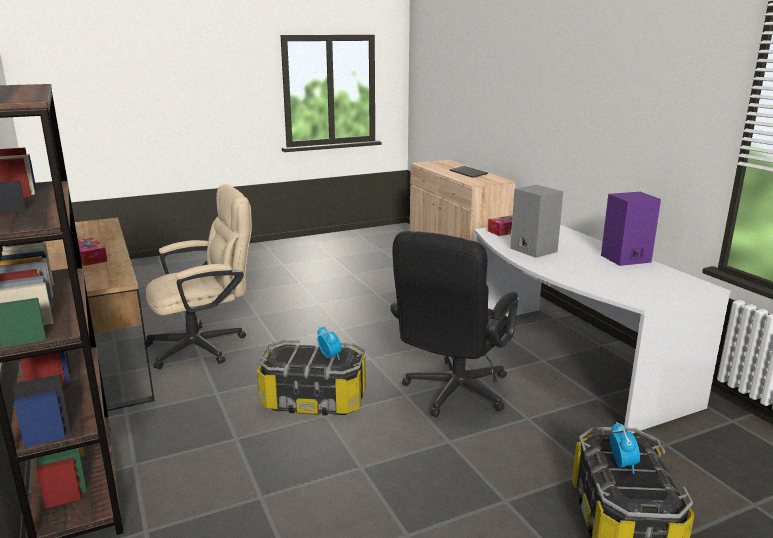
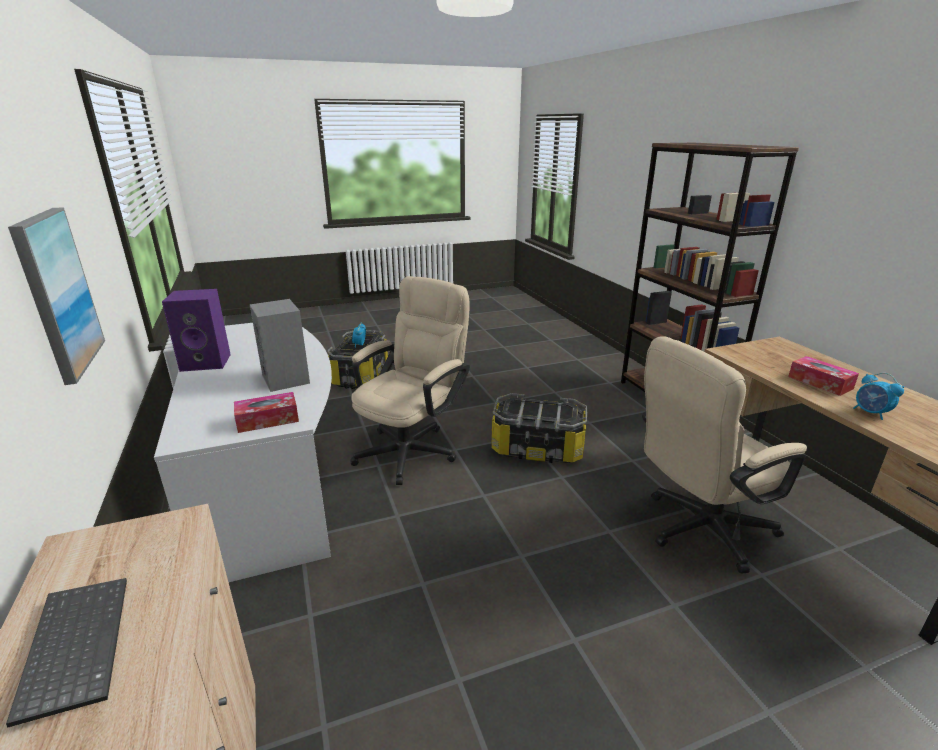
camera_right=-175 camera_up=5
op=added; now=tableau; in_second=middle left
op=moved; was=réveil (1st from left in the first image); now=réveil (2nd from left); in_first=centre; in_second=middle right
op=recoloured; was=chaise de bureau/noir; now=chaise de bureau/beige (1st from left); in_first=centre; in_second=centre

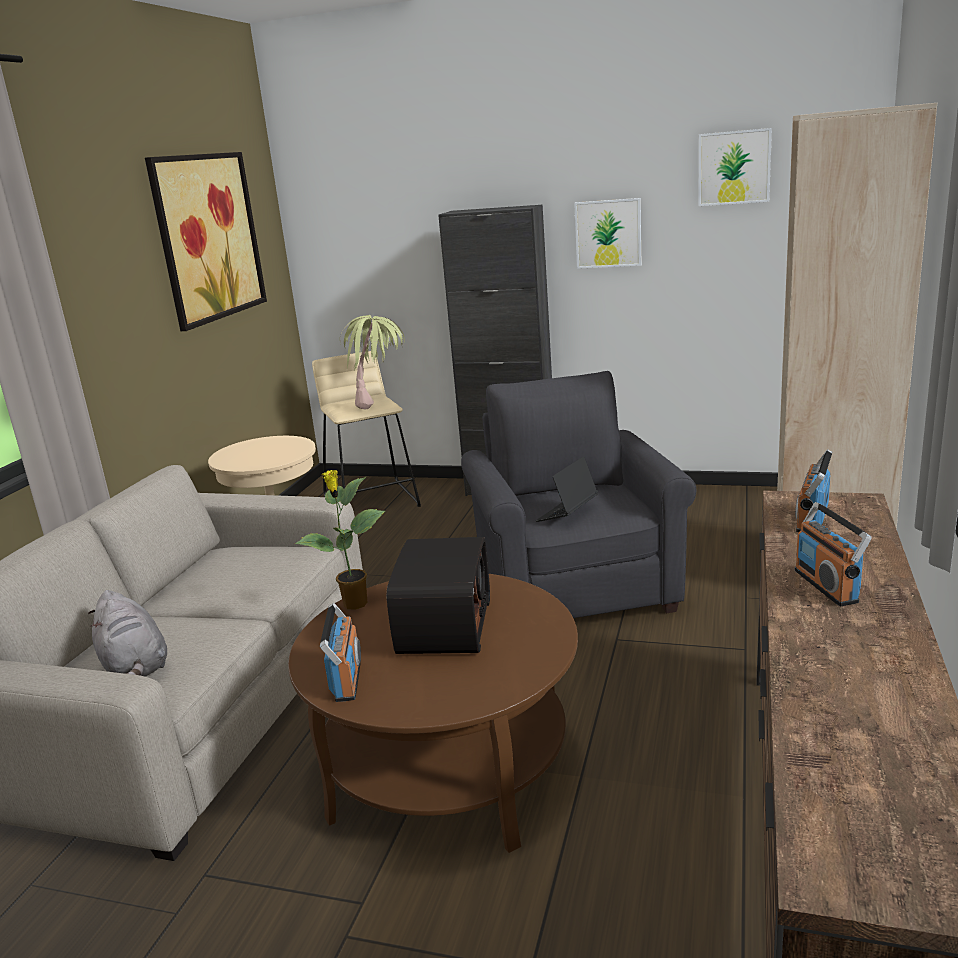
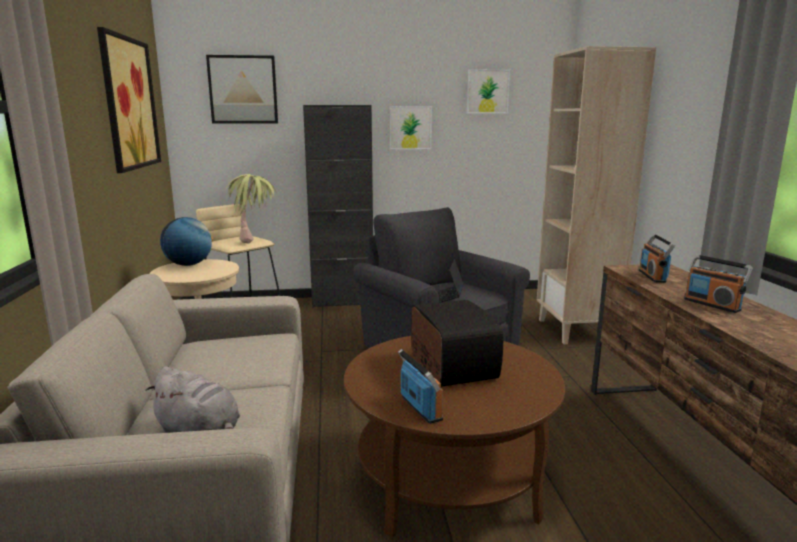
camera_right=-25 camera_up=-5
op=removed; was=plante en pot (1st from left); in_first=centre
op=added; now=globe; in_second=middle left
op=added; now=tableau (2nd from left); in_second=top left

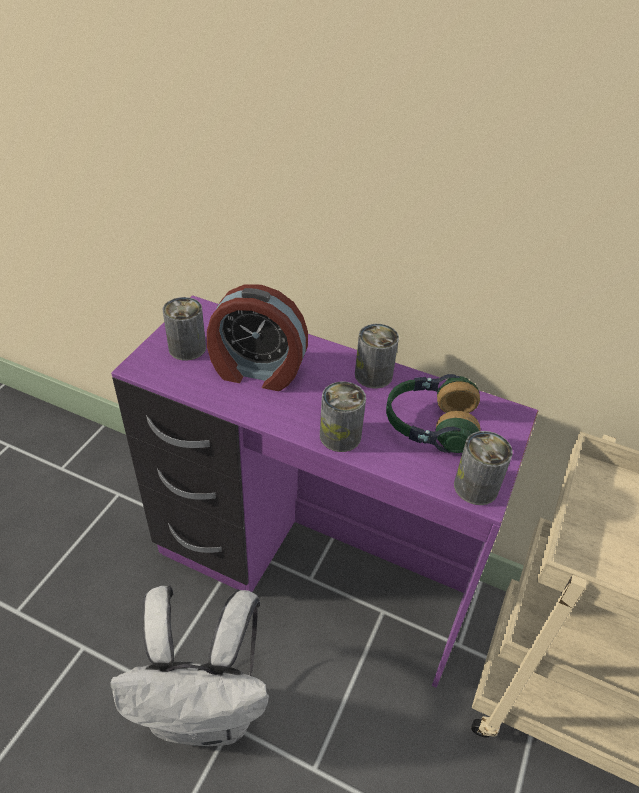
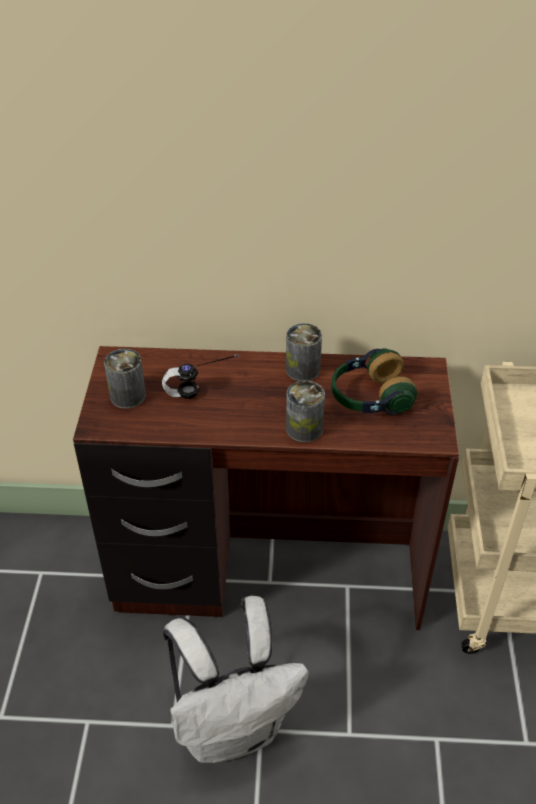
camera_right=-20 camera_up=0
op=removed; was=boîte métallique (4th from left); in_first=middle right
op=replaced; was=réveil; now=casque audio (1st from left); in_first=centre; in_second=centre
op=recoloured; was=bureau/violet; now=bureau/marron; in_first=centre; in_second=centre

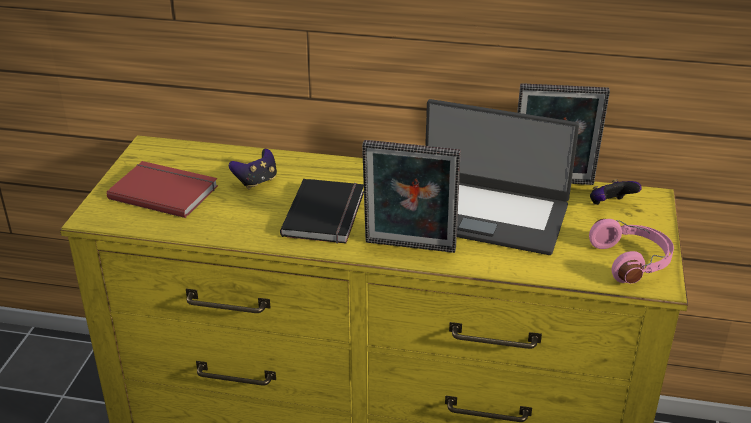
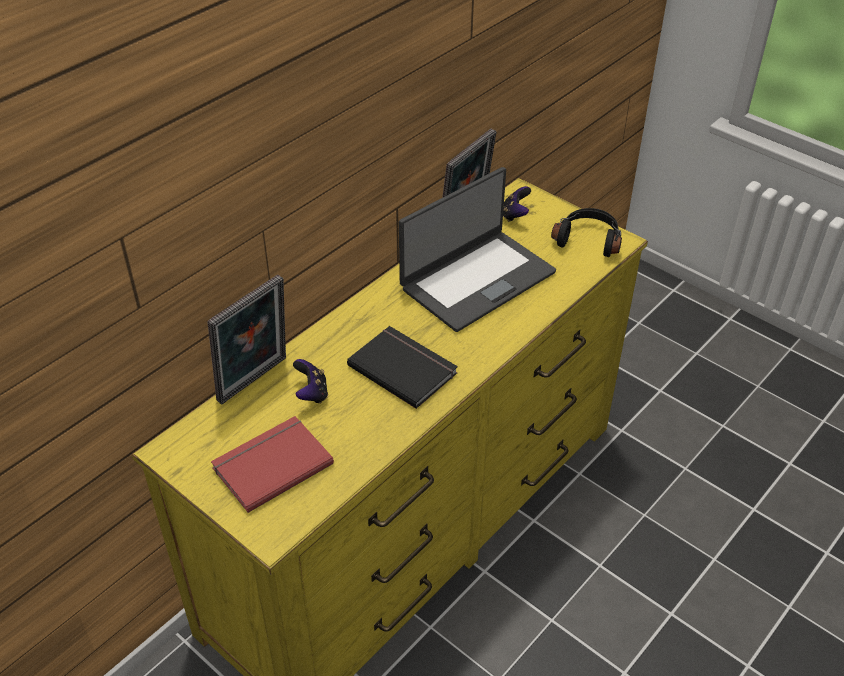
camera_right=-60 camera_up=10
op=moved; was=cadre photo (1st from left); in_first=centre; in_second=middle left
op=recoloured; was=casque audio/rose; now=casque audio/noir; in_first=middle right; in_second=middle right

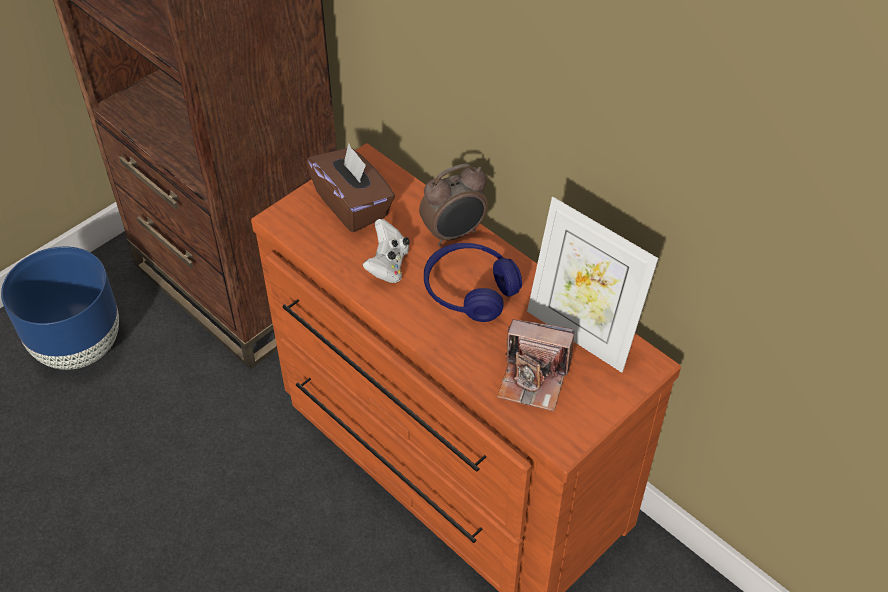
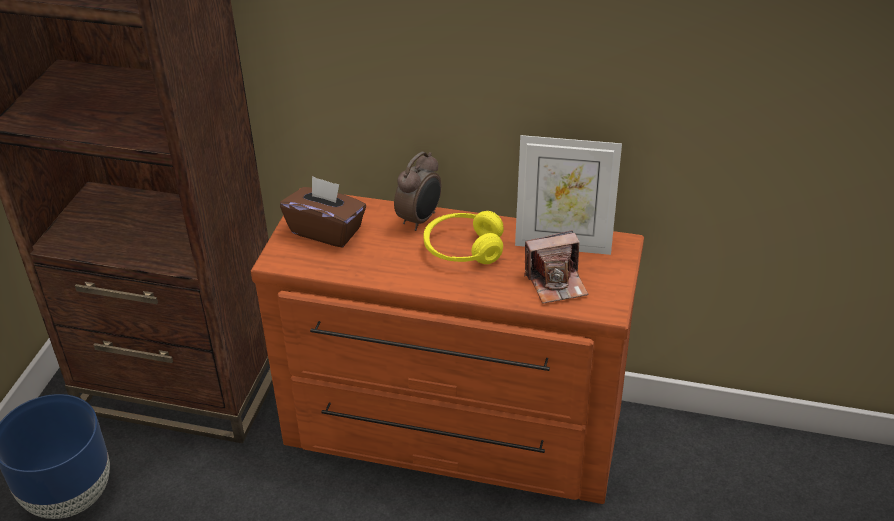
camera_right=-30 camera_up=-10
op=removed; was=manette/blanc; in_first=centre
op=recoloured; was=casque audio/bleu; now=casque audio/jaune; in_first=centre; in_second=centre

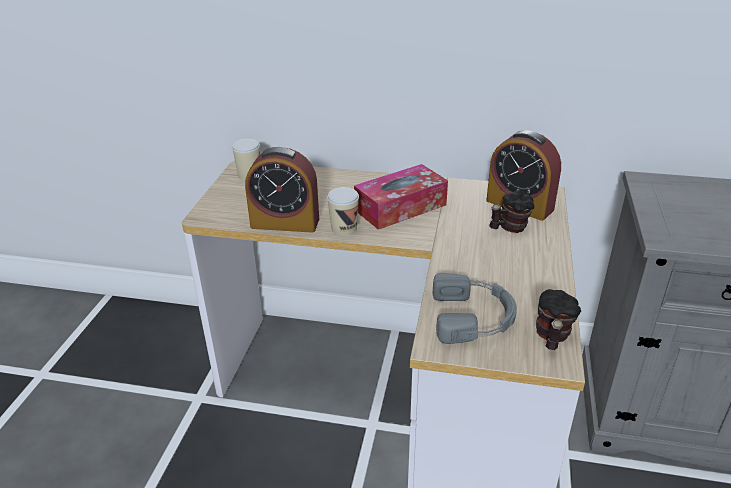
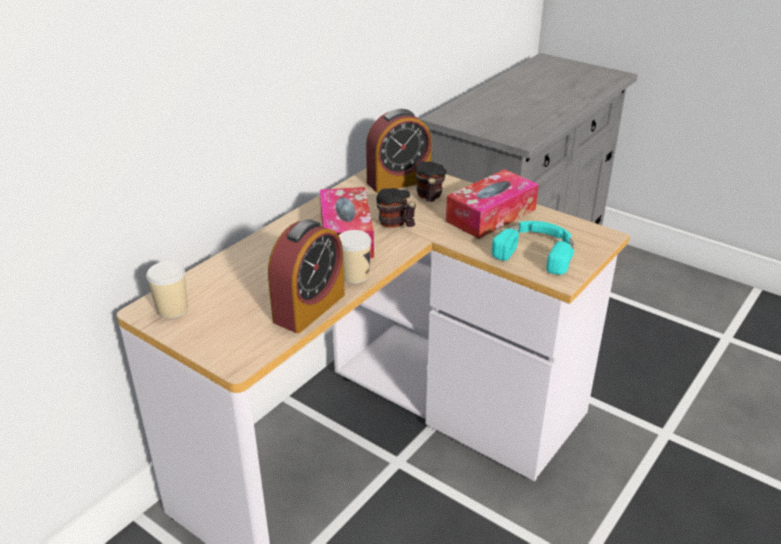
camera_right=-65 camera_up=0
op=added; now=boîte à mouchoirs (2nd from left); in_second=centre
op=moved; was=mug (2nd from left in the first image); now=mug (1st from left); in_first=middle right; in_second=centre
op=recoloured; was=casque audio/gris; now=casque audio/turquoise; in_first=centre; in_second=middle right

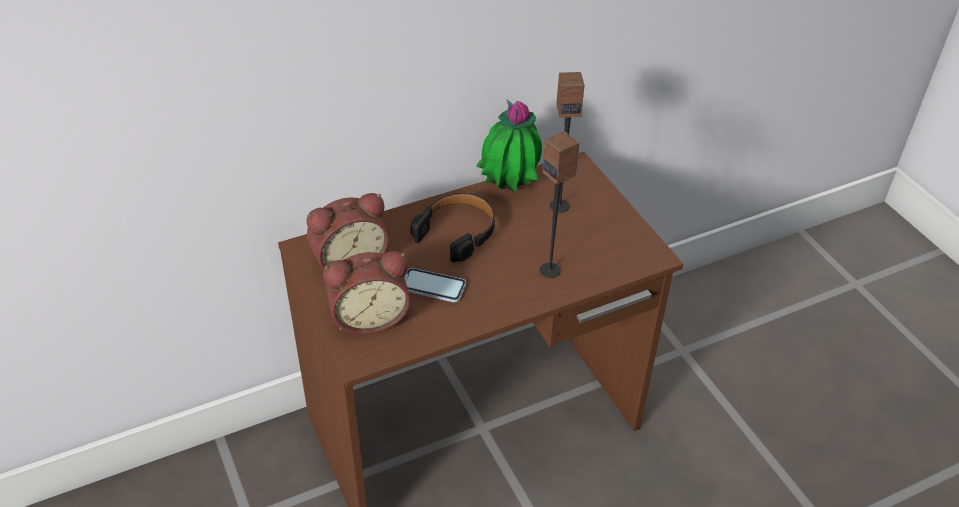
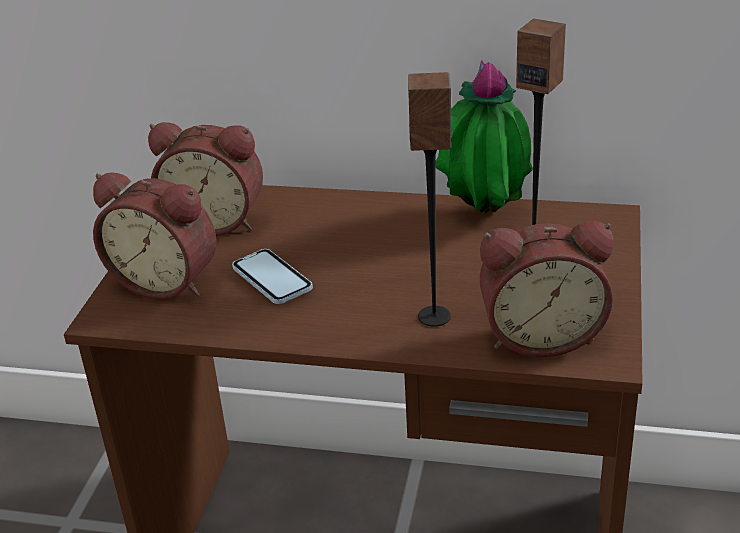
camera_right=40 camera_up=-10
op=removed; was=casque audio/noir; in_first=centre
op=added; now=réveil (3rd from left); in_second=middle right

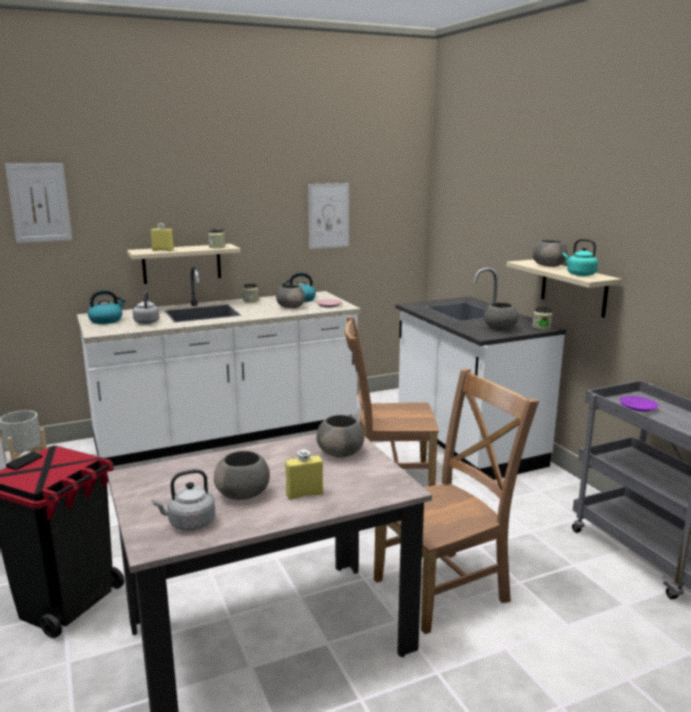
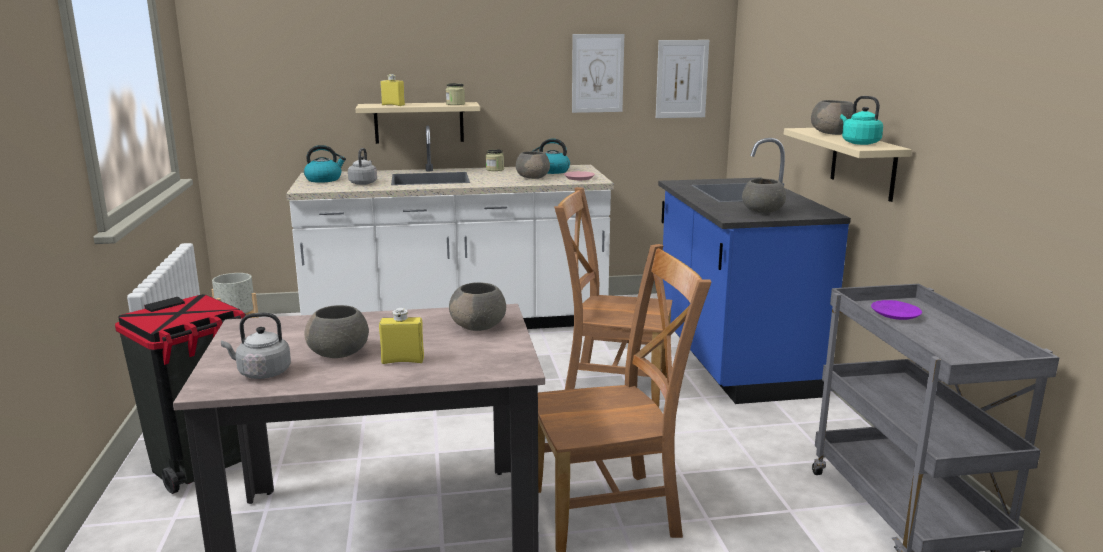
camera_right=15 camera_up=0
op=removed; was=bocal (3rd from left); in_first=middle right
op=moved; was=tableau (1st from left in the first image); now=tableau (2nd from left); in_first=top left; in_second=top centre
op=recoloured; was=comptoir de cuisine/blanc (2nd from left); now=comptoir de cuisine/bleu; in_first=middle right; in_second=middle right

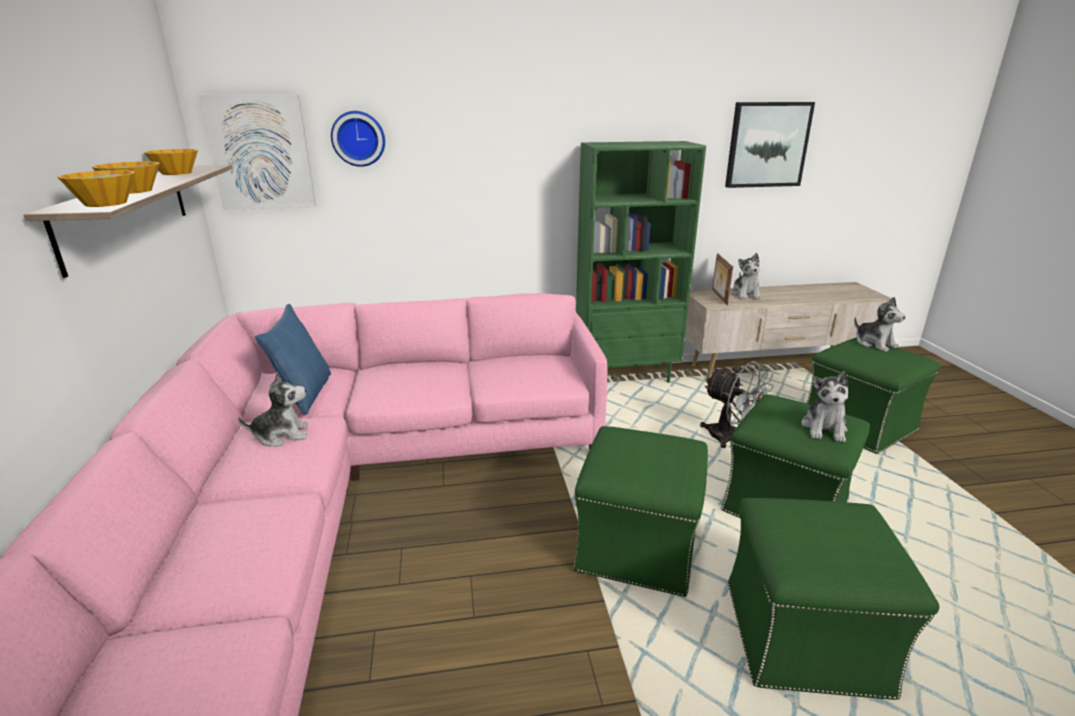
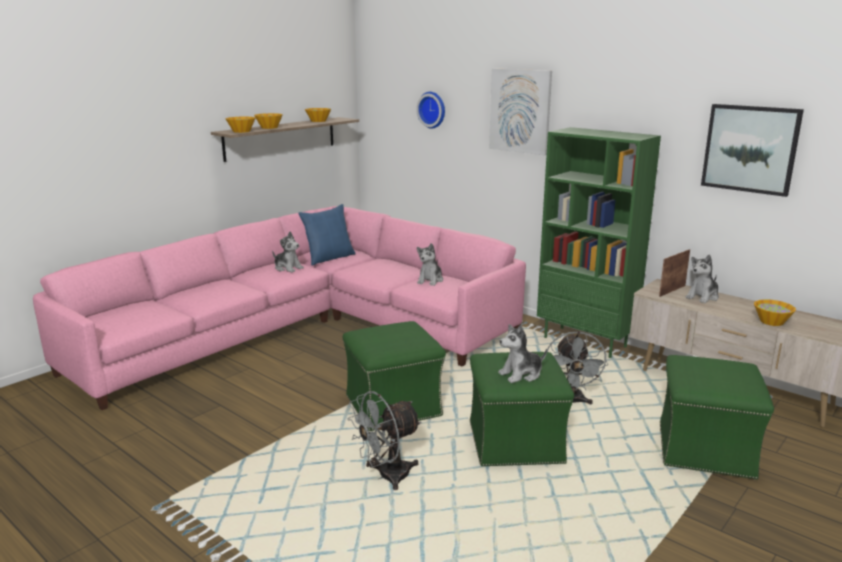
camera_right=50 camera_up=-5
op=added; now=bol (4th from left); in_second=middle right
op=moved; was=tableau (1st from left); in_first=top left; in_second=top centre
op=moved; was=peluche (4th from left in the first image); now=peluche (2nd from left); in_first=middle right; in_second=centre
op=replaced; was=pouf/vert (3rd from left); now=ventilateur/gris (1st from left); in_first=bottom right; in_second=bottom centre

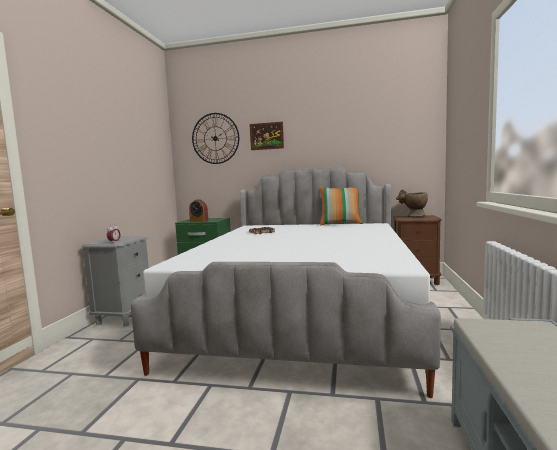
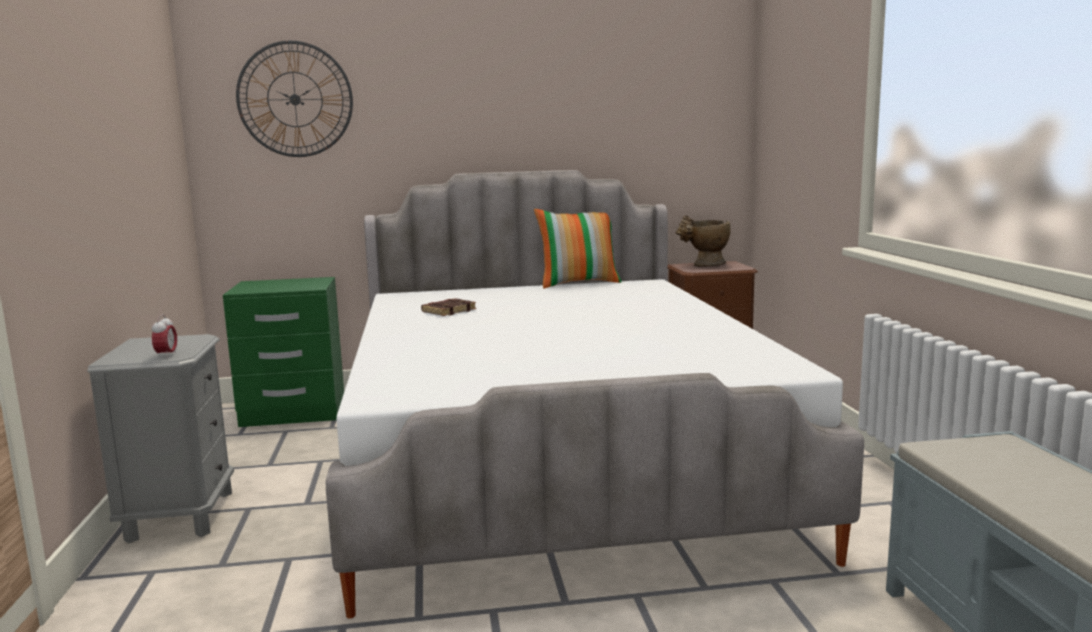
camera_right=-20 camera_up=5
op=removed; was=réveil (2nd from left); in_first=centre
op=removed; was=tableau; in_first=top centre

